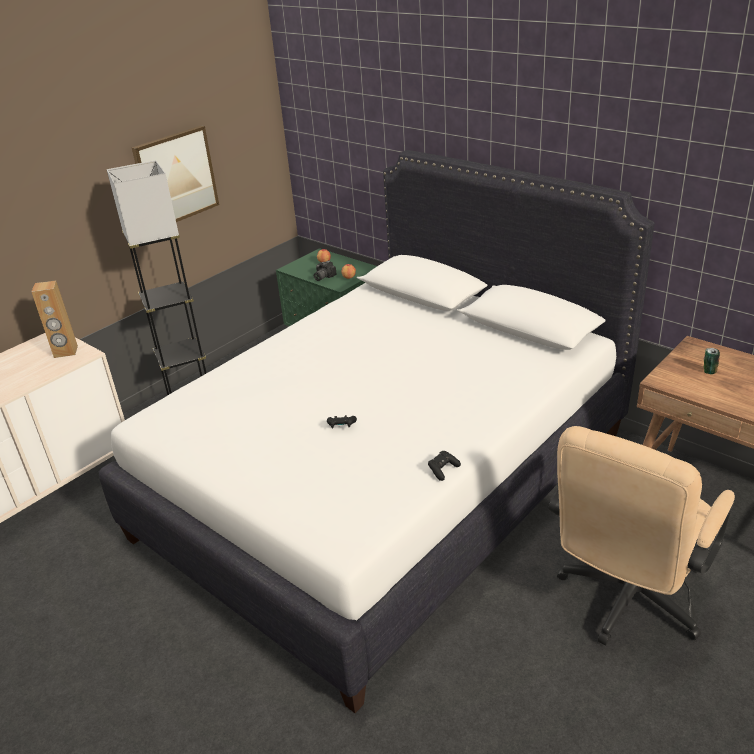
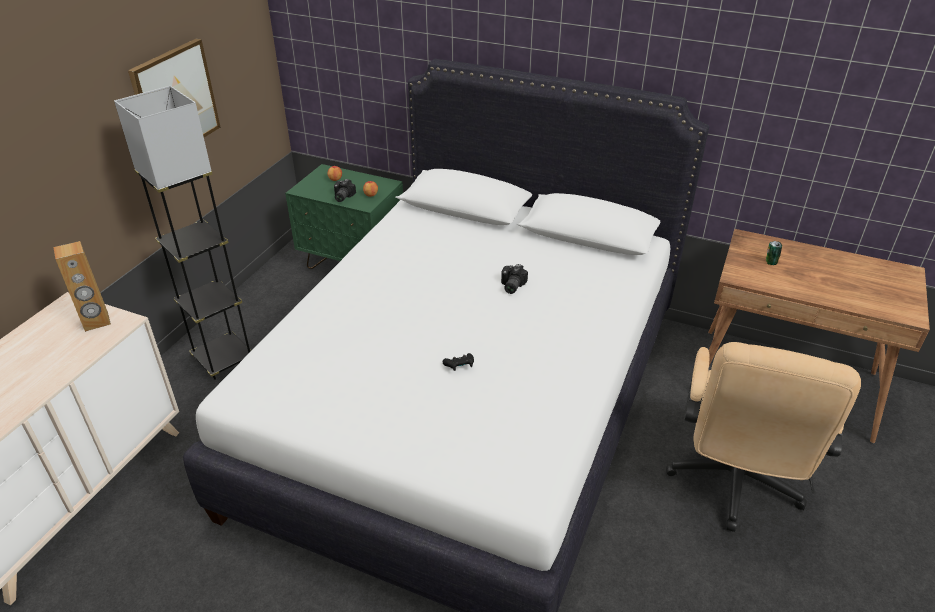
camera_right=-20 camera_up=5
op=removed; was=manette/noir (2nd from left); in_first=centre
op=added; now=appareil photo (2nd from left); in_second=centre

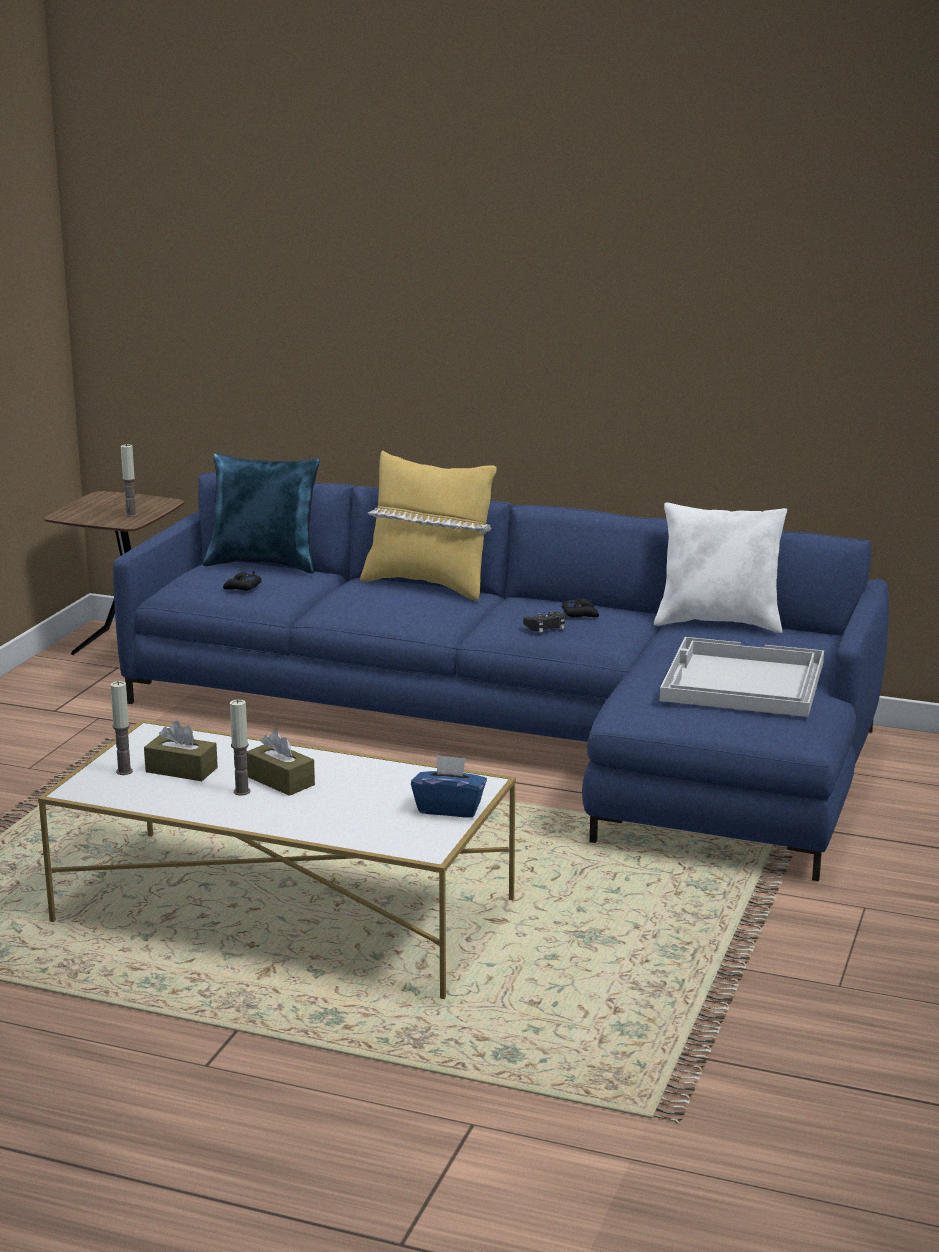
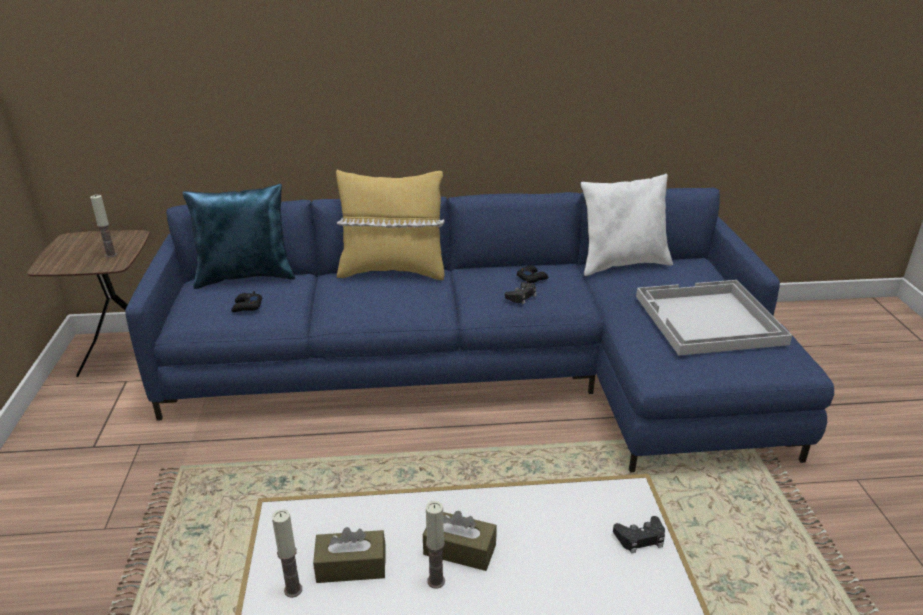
camera_right=-25 camera_up=10
op=replaced; was=boîte à mouchoirs/bleu; now=manette/noir (4th from left); in_first=centre; in_second=bottom right

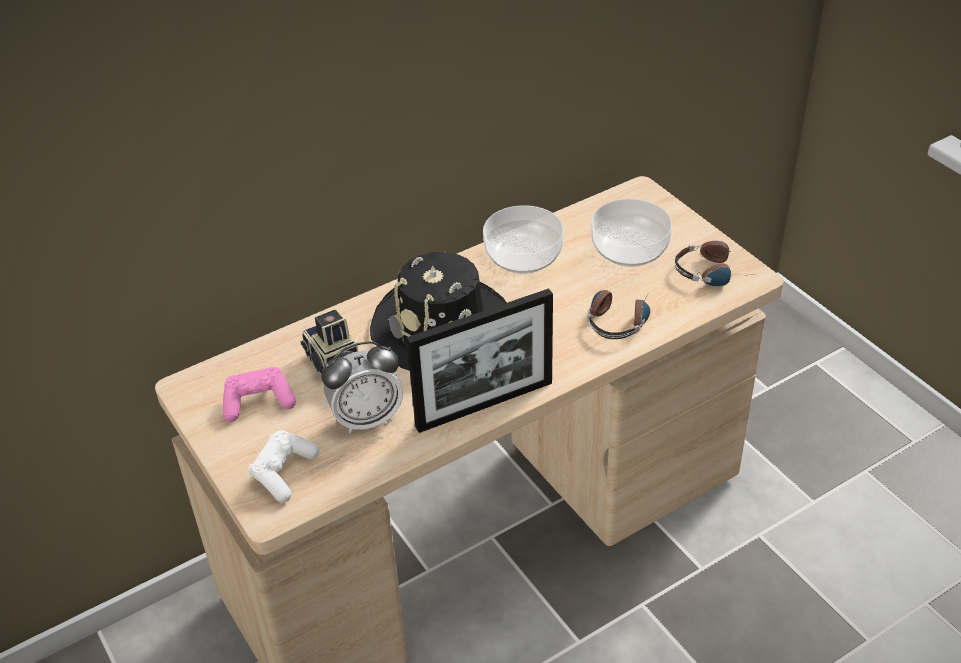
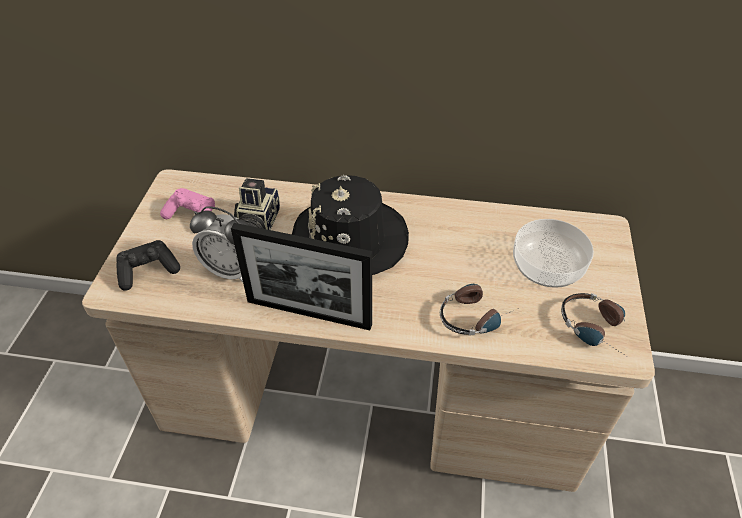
camera_right=40 camera_up=5
op=removed; was=bol (1st from left); in_first=centre
op=recoloured; was=manette/blanc; now=manette/noir; in_first=bottom left; in_second=middle left

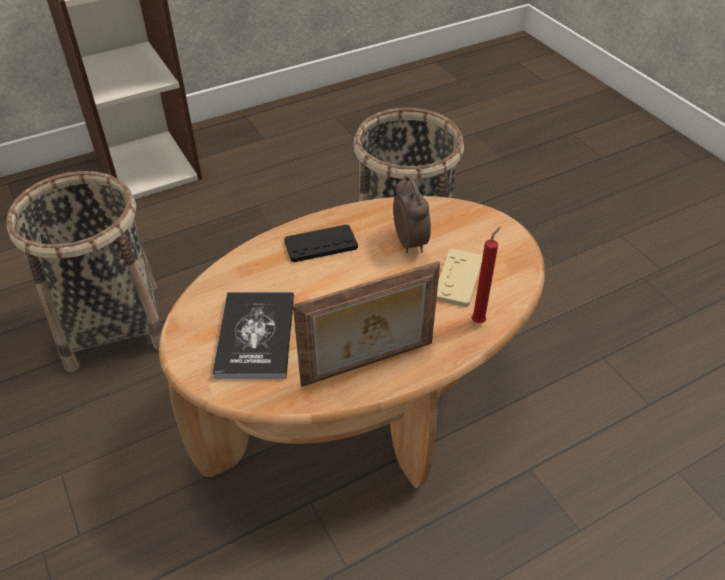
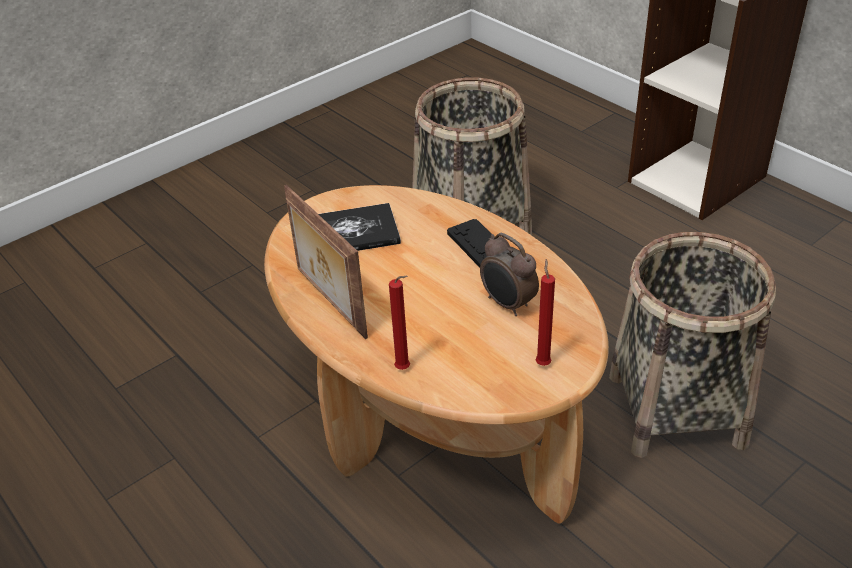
camera_right=80 camera_up=-5
op=removed; was=manette/beige; in_first=centre
op=added; now=bougie/rouge (2nd from left); in_second=centre
op=turned; was=réveil; in_first=centre; in_second=centre; clockwise=75

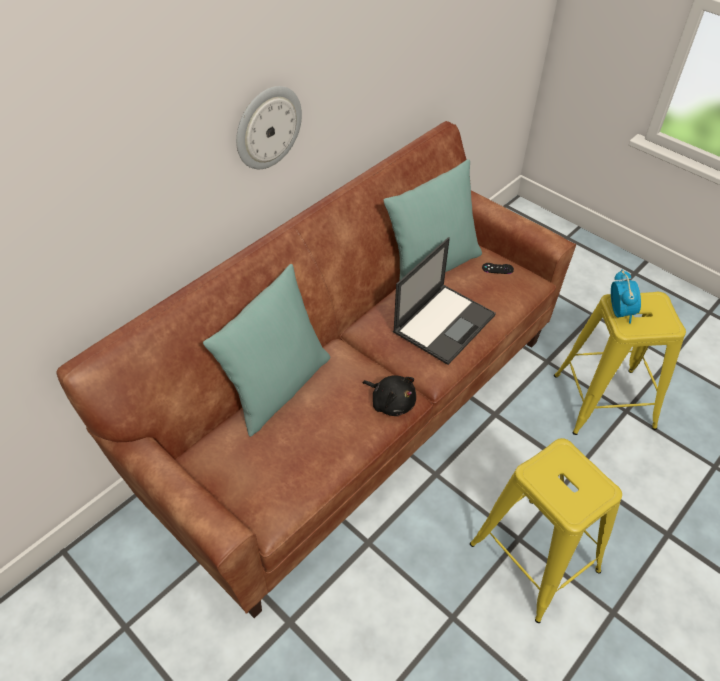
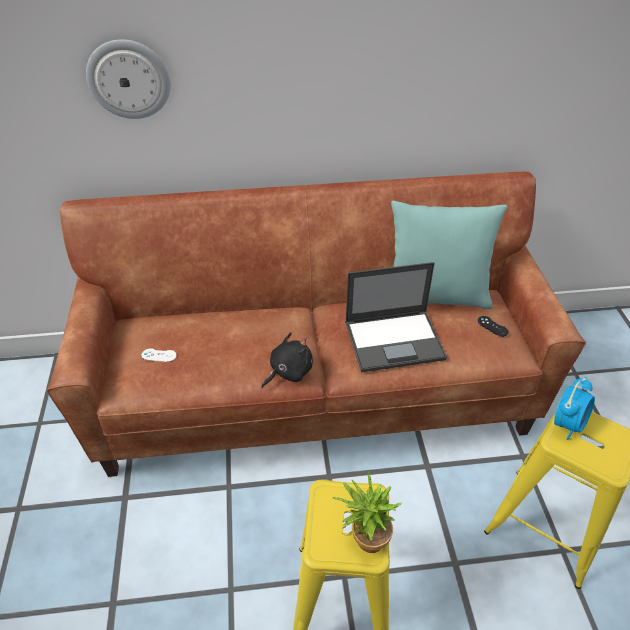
camera_right=40 camera_up=-5
op=removed; was=coussin/turquoise (1st from left); in_first=centre
op=added; now=manette/blanc; in_second=middle left
op=added; now=plante en pot; in_second=bottom centre
op=moved; was=horloge murale; in_first=top centre; in_second=top left
op=turned; was=peluche/noir; in_first=centre; in_second=centre; clockwise=-120

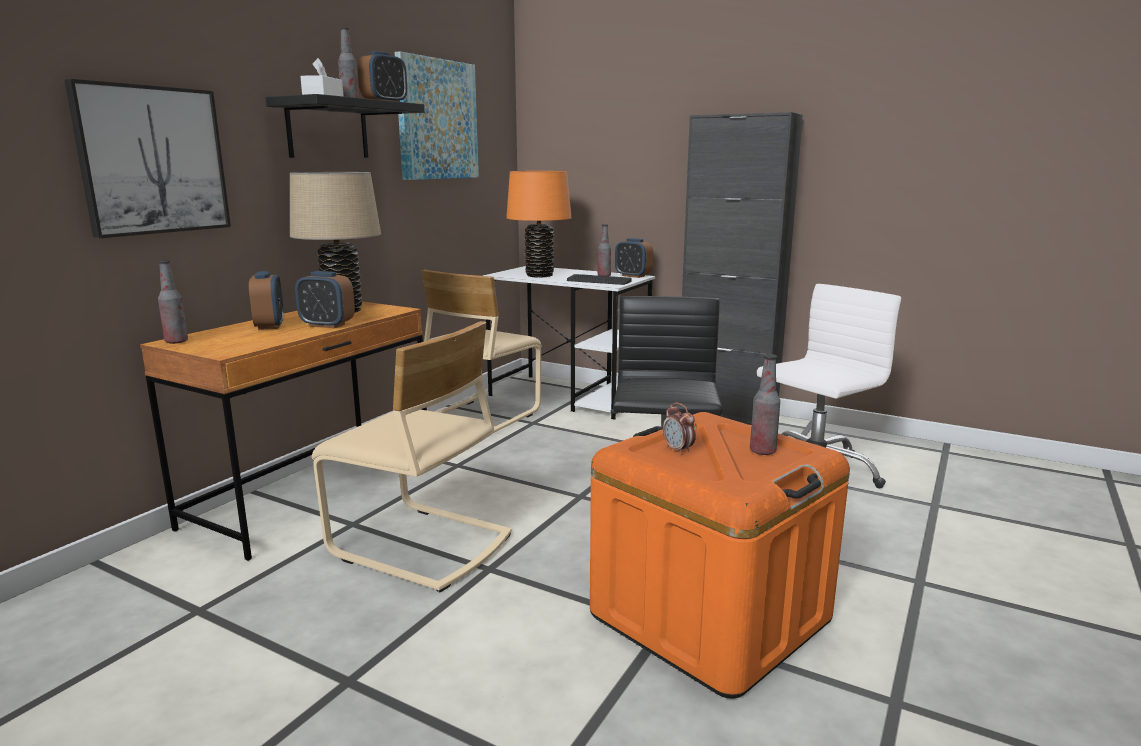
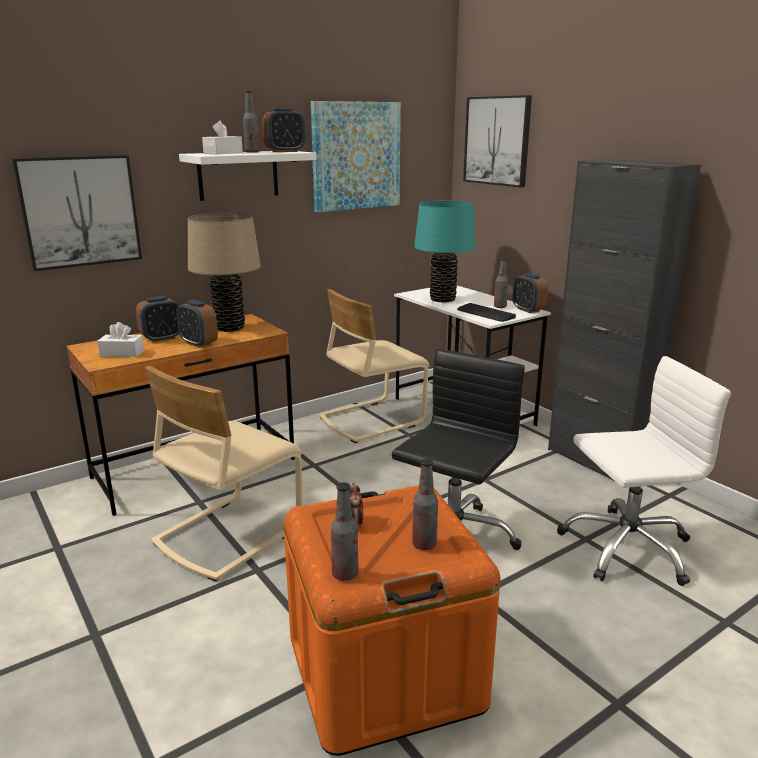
camera_right=25 camera_up=5
op=added; now=boîte à mouchoirs/blanc (1st from left); in_second=middle left
op=added; now=tableau (3rd from left); in_second=top centre
op=moved; was=bouteille (1st from left in the first image); now=bouteille (2nd from left); in_first=middle left; in_second=bottom centre
op=recoloured; was=étagère/noir; now=étagère/blanc; in_first=top left; in_second=top left
op=recoloured; was=lampe de table/orange; now=lampe de table/turquoise; in_first=top centre; in_second=top centre
op=turned; was=réveil (1st from left); in_first=middle left; in_second=middle left; clockwise=45
op=turned; was=chaise/beige (1st from left); in_first=centre; in_second=middle left; clockwise=75

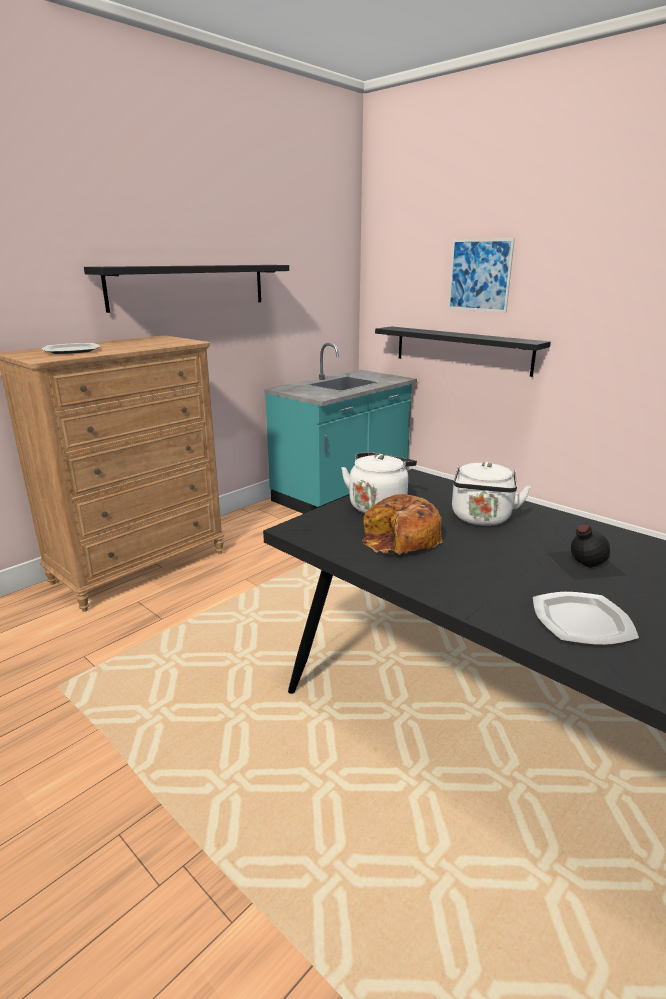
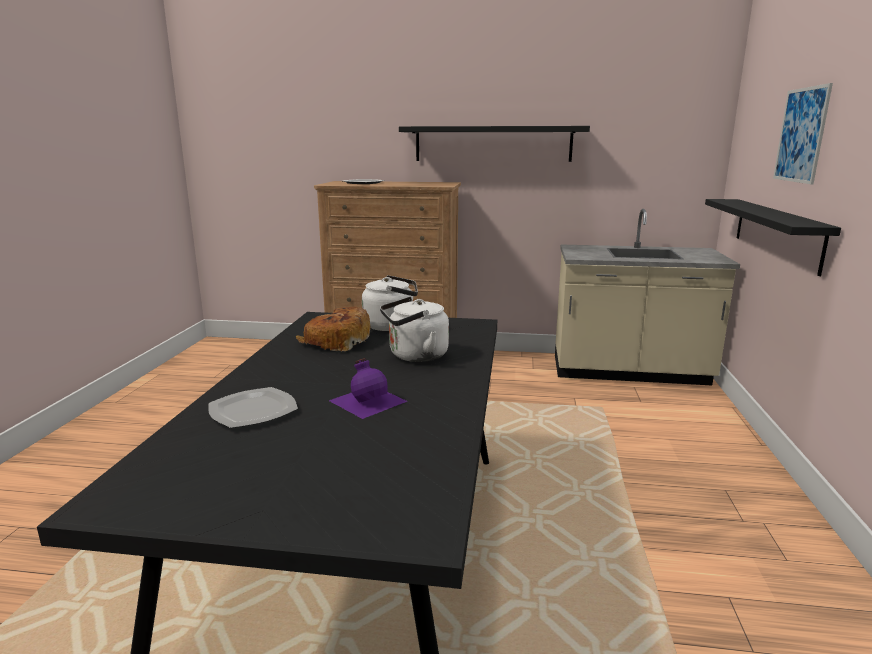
camera_right=55 camera_up=-5
op=recoloured; was=comptoir de cuisine/turquoise; now=comptoir de cuisine/beige; in_first=centre; in_second=middle right
op=recoloured; was=bouteille/noir; now=bouteille/violet; in_first=middle right; in_second=centre

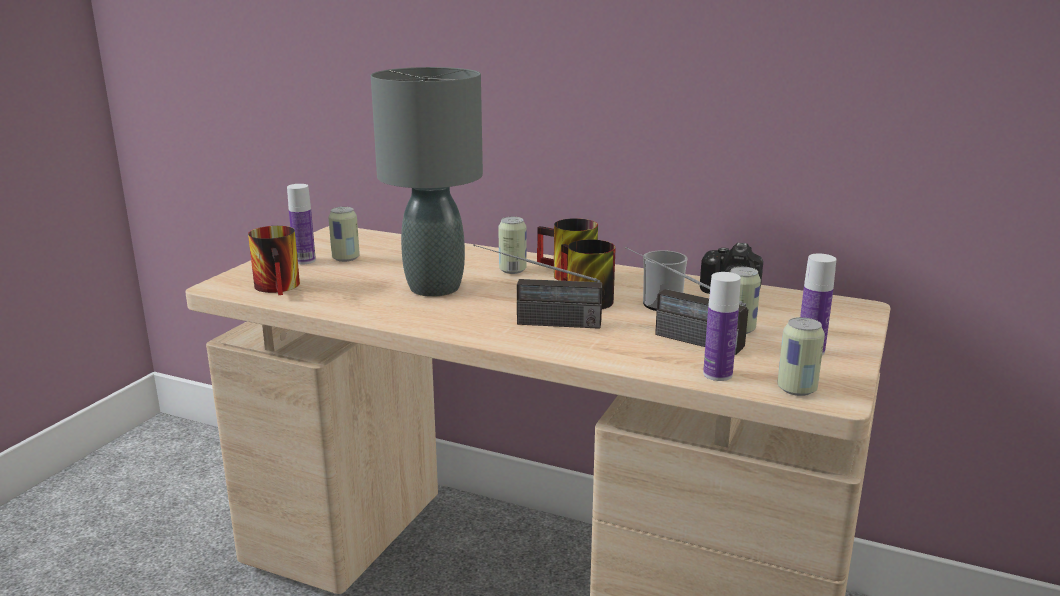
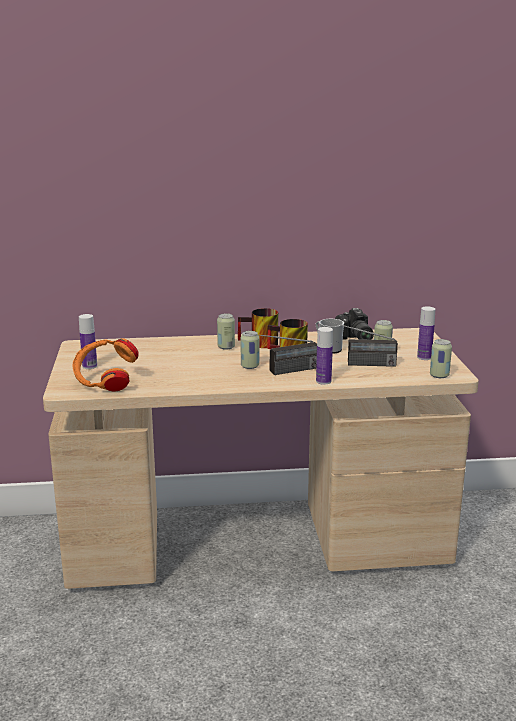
camera_right=-30 camera_up=0
op=removed; was=lampe de table/gris; in_first=top centre
op=moved; was=boîte métallique (1st from left in the first image); now=boîte métallique (2nd from left); in_first=middle left; in_second=centre
op=moved; was=bouteille (2nd from left); in_first=middle right; in_second=centre
op=replaced; was=mug (1st from left); now=casque audio/orange; in_first=middle left; in_second=middle left

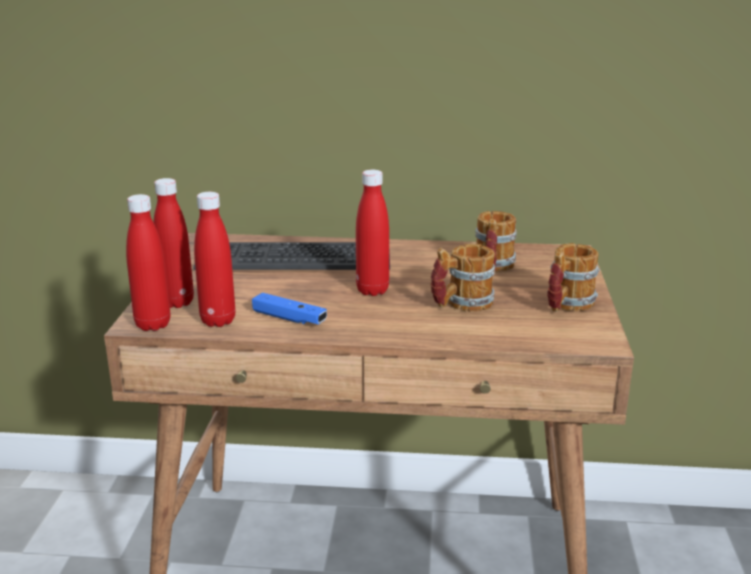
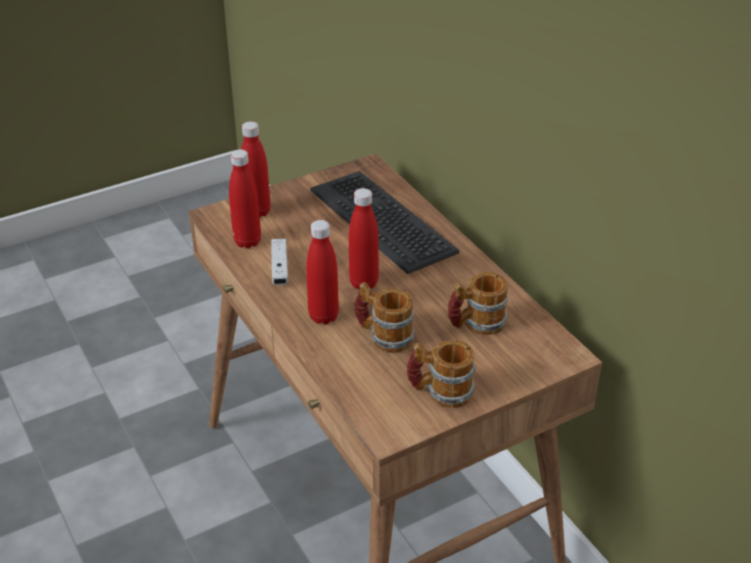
camera_right=55 camera_up=15
op=moved; was=bouteille/rouge (1st from left in the first image); now=bouteille/rouge (3rd from left); in_first=middle left; in_second=centre
op=recoloured; was=manette/bleu; now=manette/blanc; in_first=centre; in_second=centre

